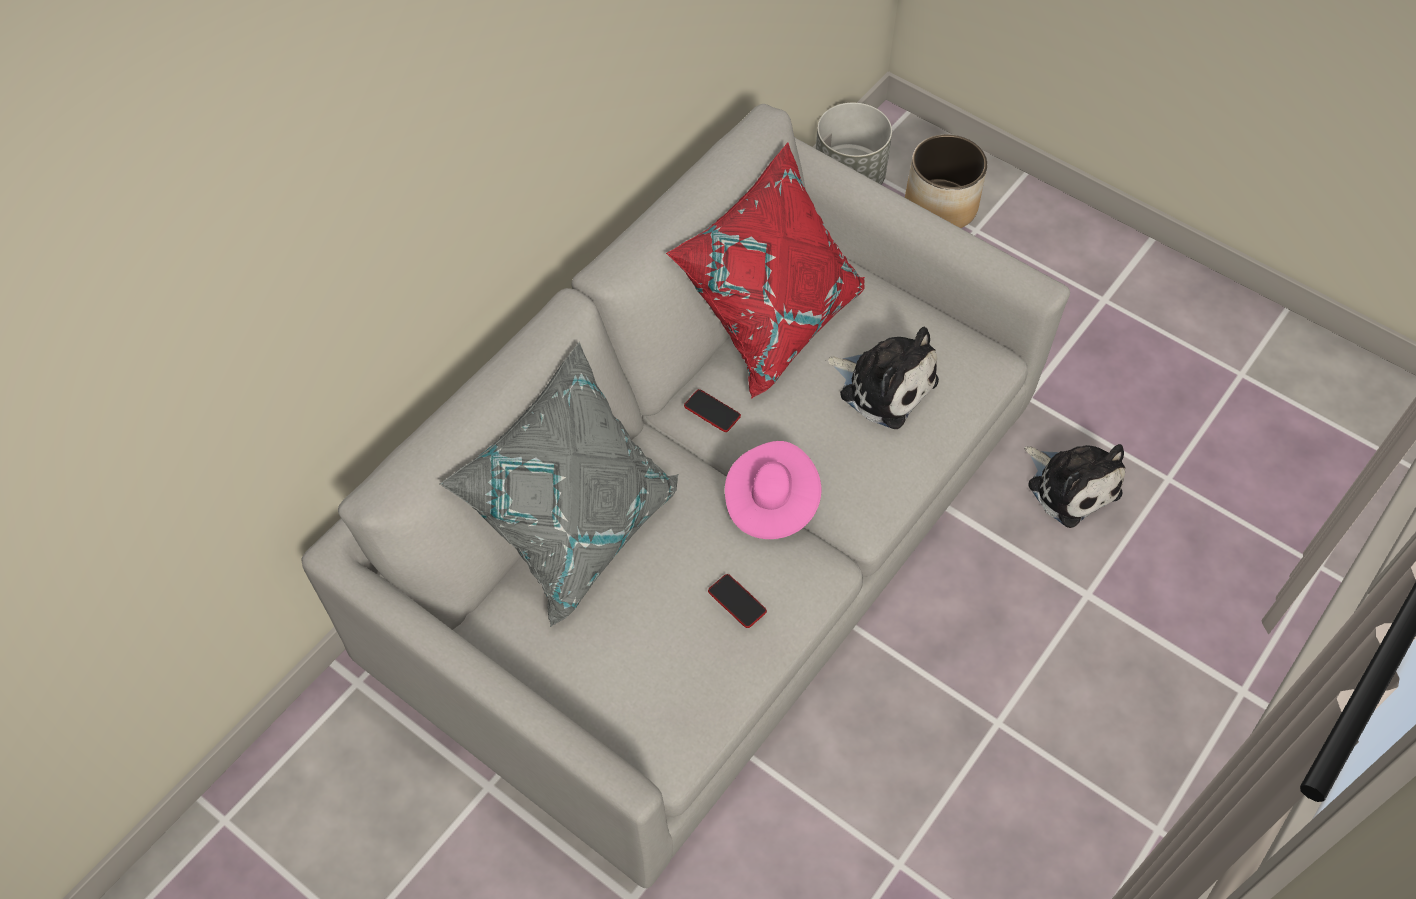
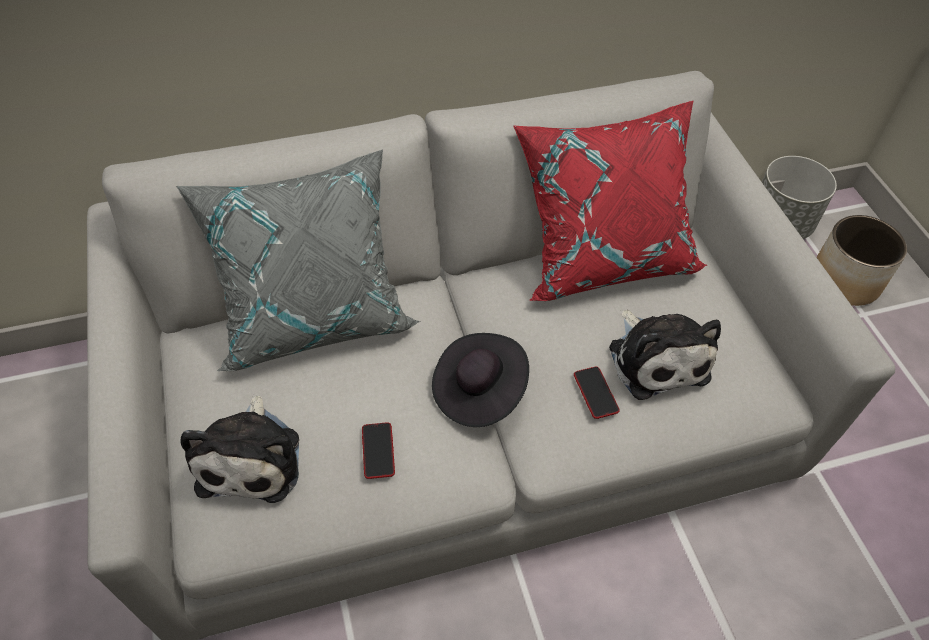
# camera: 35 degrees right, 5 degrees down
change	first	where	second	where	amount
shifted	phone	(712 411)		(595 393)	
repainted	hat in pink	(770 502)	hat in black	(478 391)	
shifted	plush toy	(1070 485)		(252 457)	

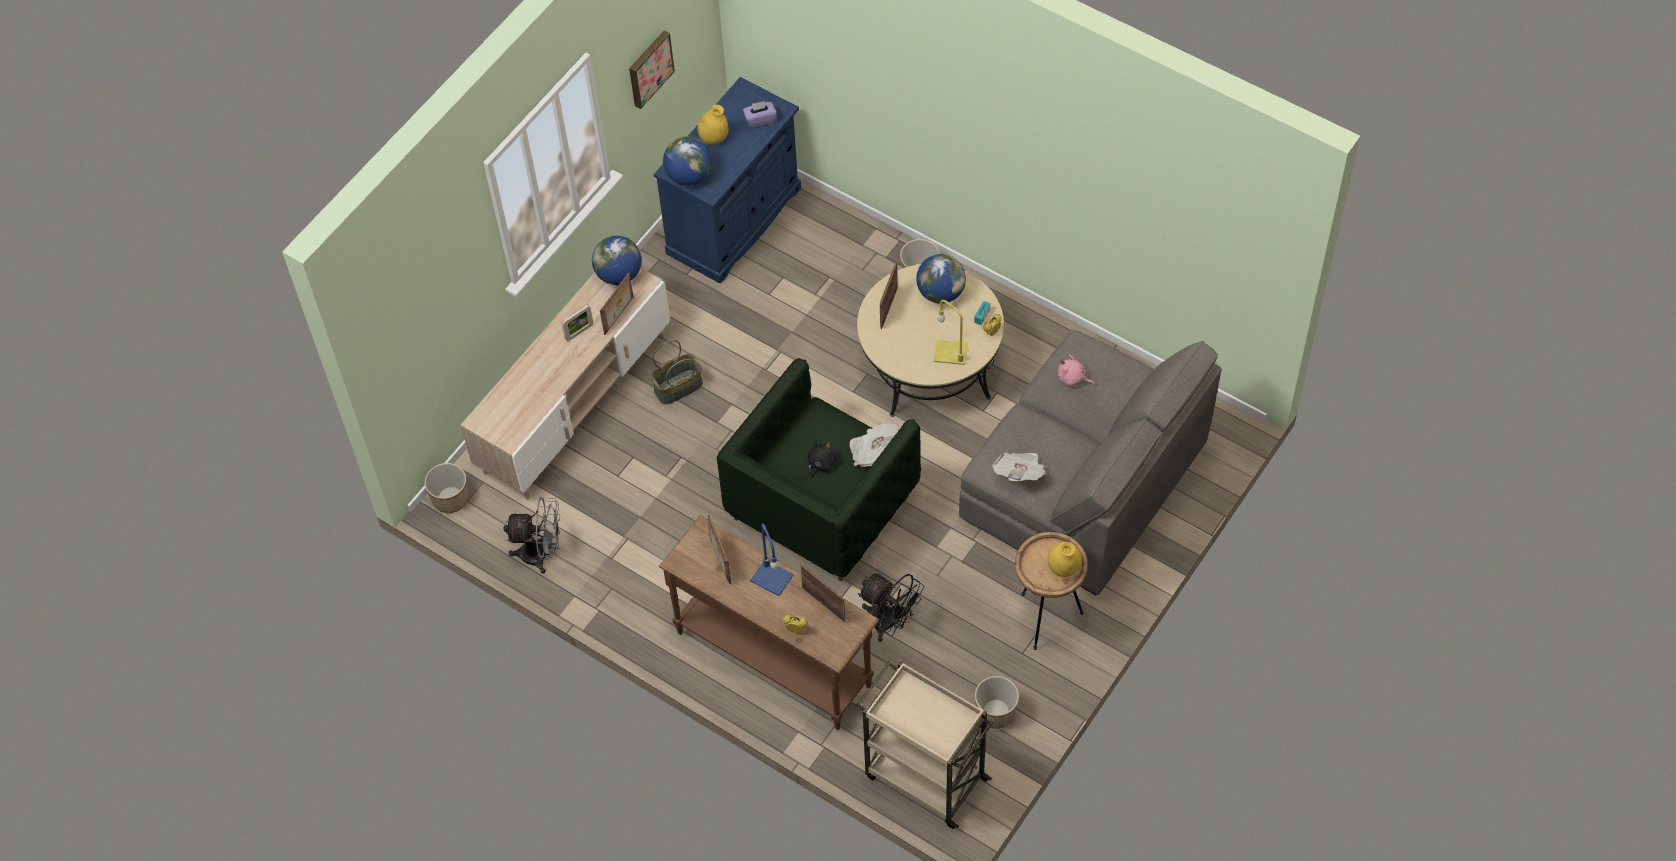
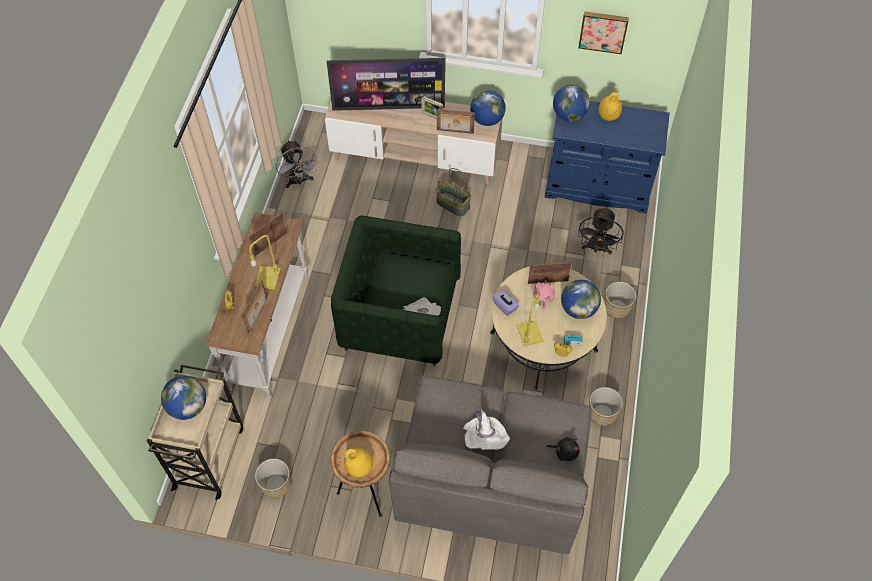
# camera: 65 degrees right, 0 degrees up
change	first	where	second	where	amount
shifted	planter	(451 498)		(602 414)	
repainted	console table in brown	(775 657)	console table in white	(271 332)	
shifted	tissue box in purple	(760 119)		(505 306)	
repainted	table lamp in blue	(770 578)	table lamp in yellow	(267 277)	
shifted	plush toy in black	(820 463)		(564 451)	
shifted	fan in black	(889 623)		(596 248)	
gone	newspaper	(1020 473)			
shifted	plush toy in pink	(1072 378)		(543 298)	
new			globe	(188 407)	
new			television	(388 107)	
new			hat in white	(484 439)	

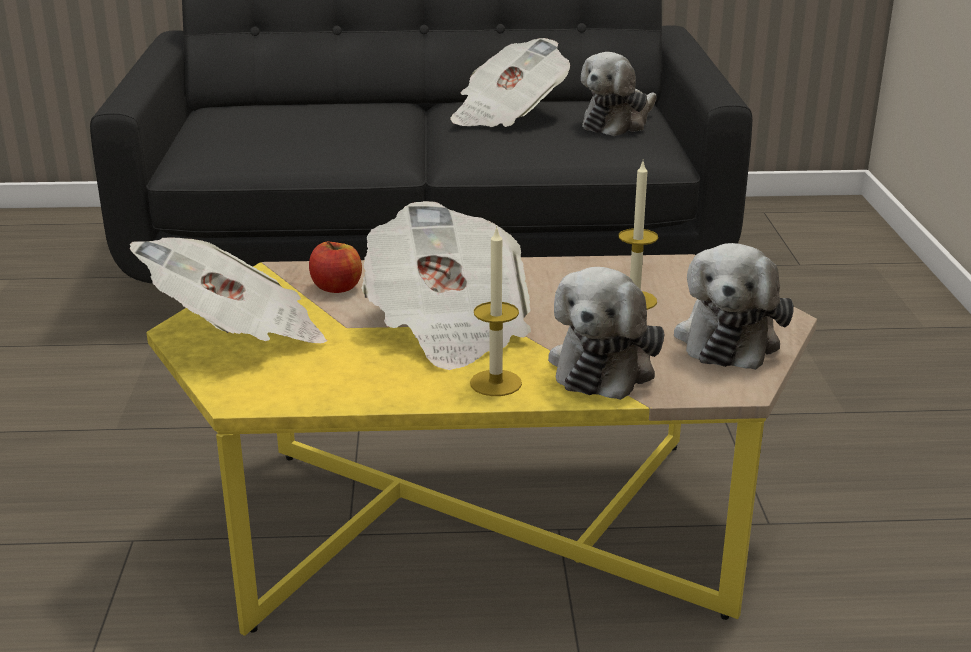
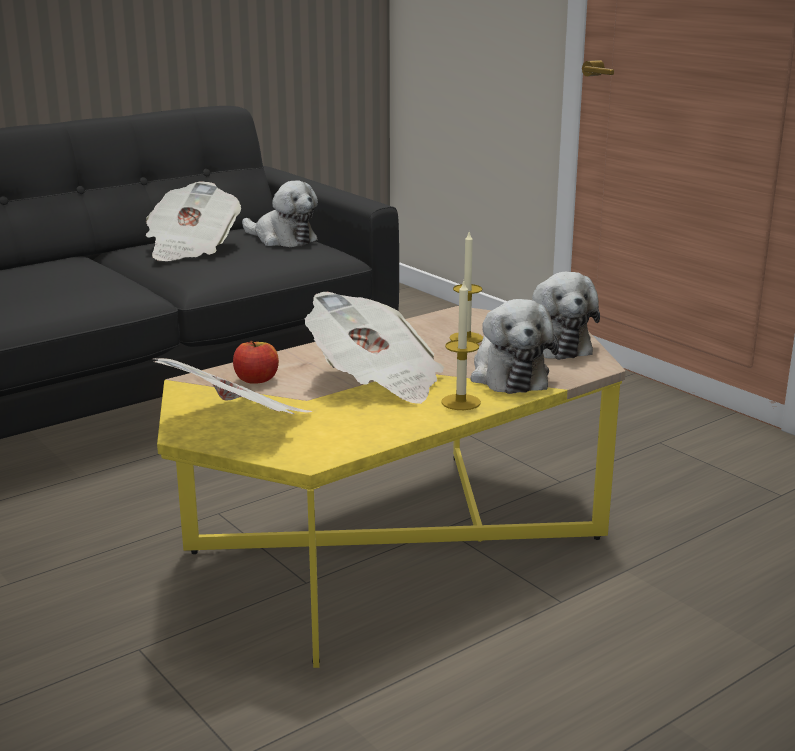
# camera: 35 degrees left, 5 degrees down
change	first	where	second	where	amount
rotated	plush toy	(618 123)		(282 239)	60 degrees counterclockwise

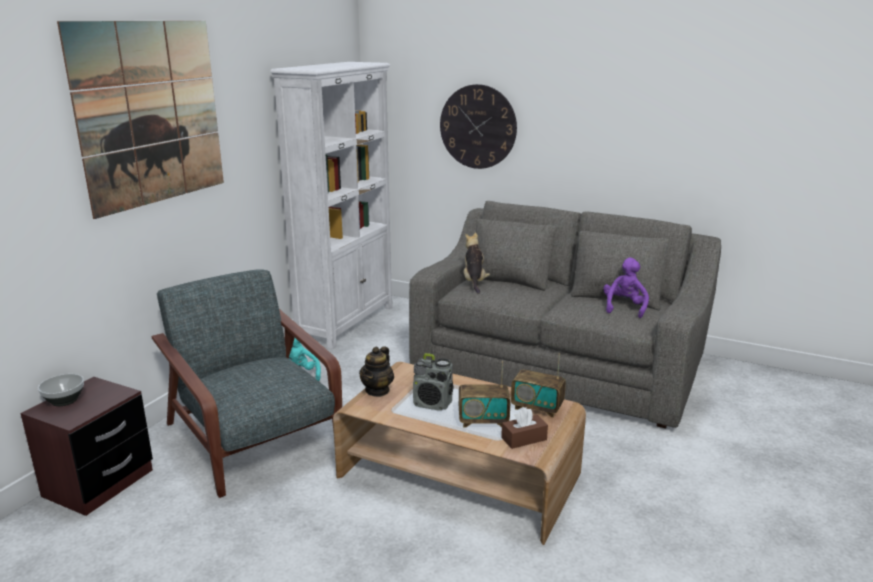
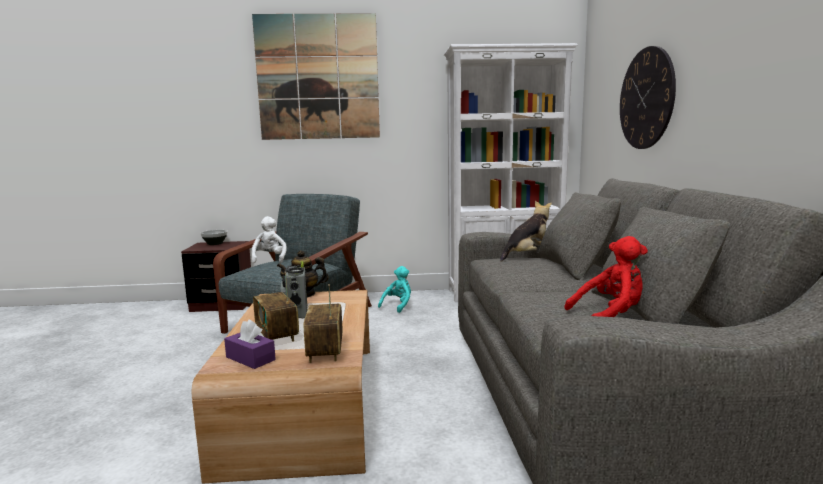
# camera: 60 degrees right, 10 degrees down
change	first	where	second	where	amount
repainted	tissue box in brown	(524 439)	tissue box in purple	(250 358)	
repainted	plush toy in purple	(624 308)	plush toy in red	(610 316)	
new			plush toy in white	(269 259)	

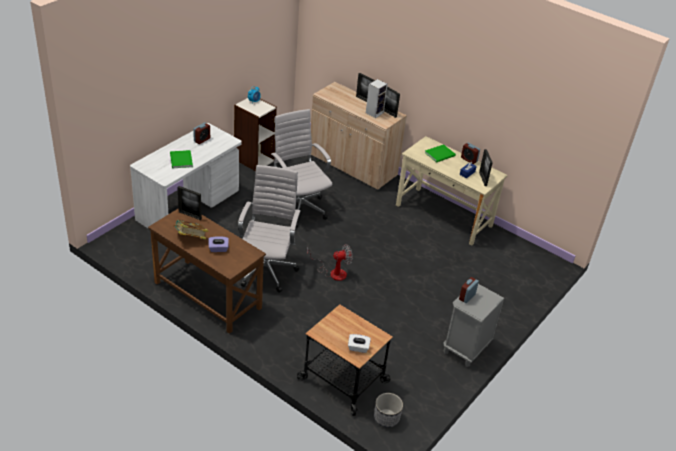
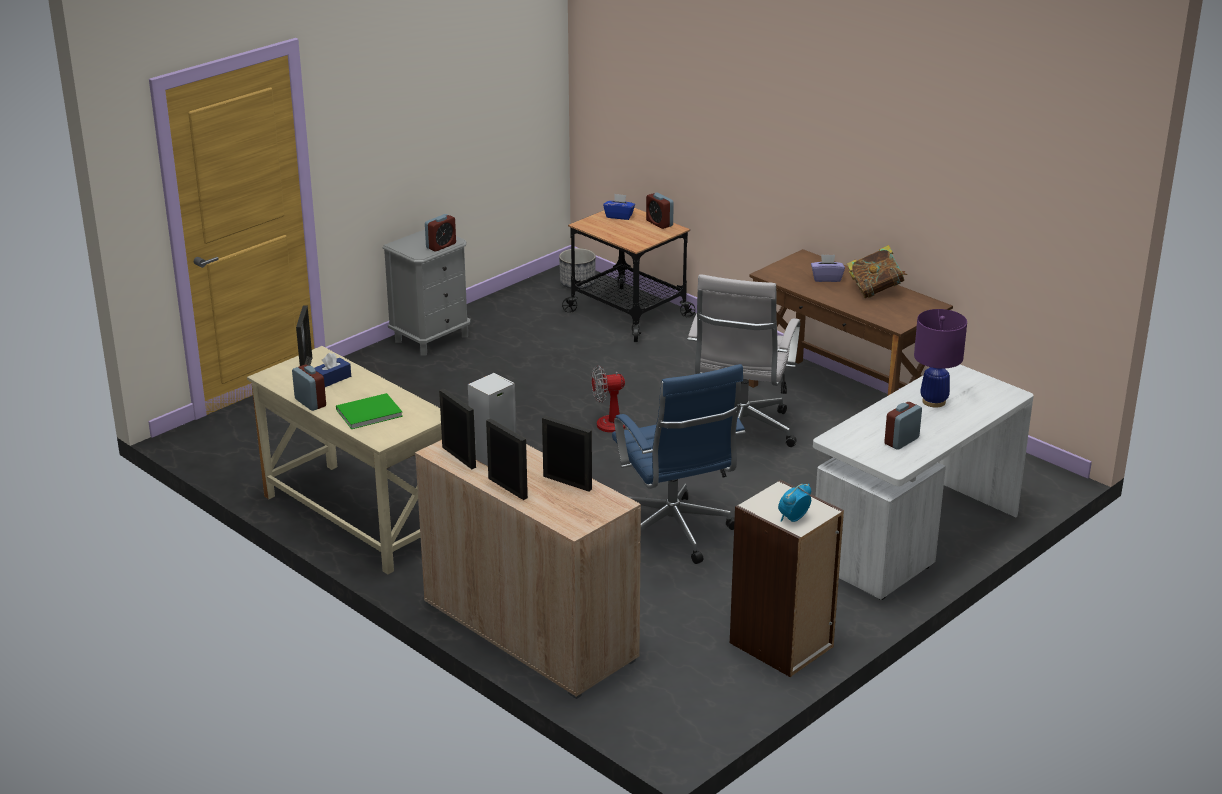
# camera: 170 degrees left, 10 degrees down
change	first	where	second	where	amount
swapped	book in green	(180 160)	table lamp in purple	(934 401)	
shifted	picture frame	(190 215)		(567 482)	
repainted	office chair in white	(299 208)	office chair in blue	(674 534)	
repainted	tissue box in white	(358 348)	tissue box in blue	(619 216)	
new			alarm clock	(659 223)	

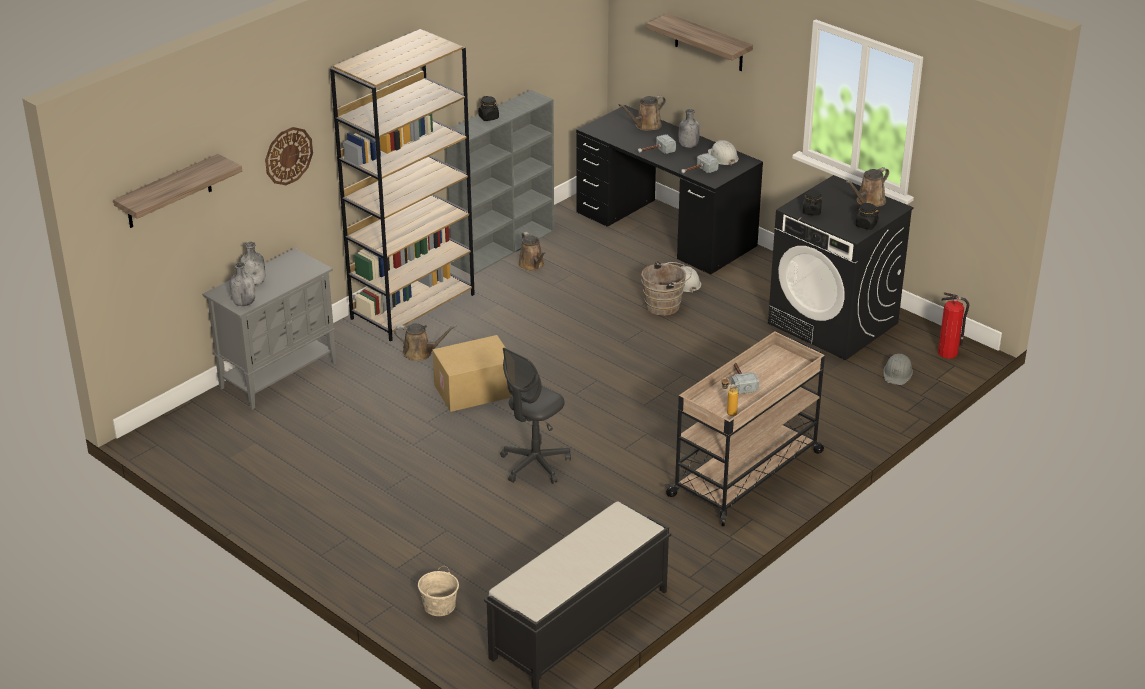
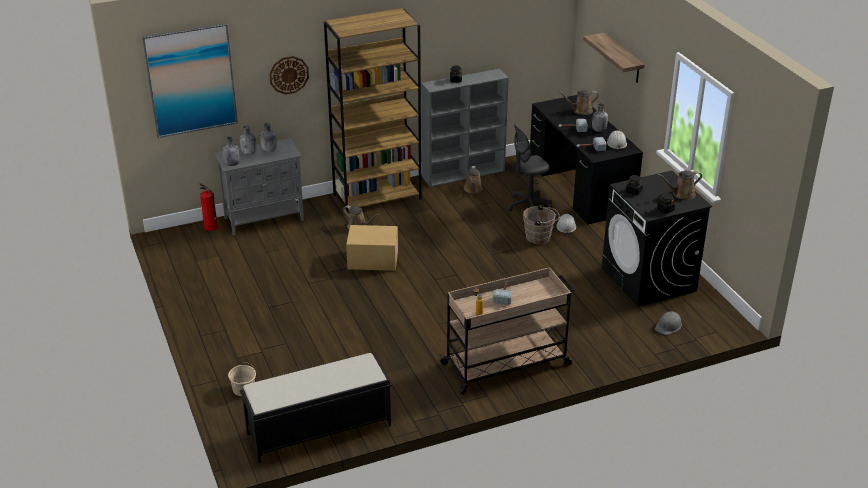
# camera: 25 degrees right, 0 degrees up
change	first	where	second	where	amount
swapped	shelf	(168 192)	picture	(191 80)	
shifted	office chair in grey	(535 465)		(528 205)	
shifted	fire extinguisher	(948 353)		(211 227)	
new			bottle in grey	(269 150)	

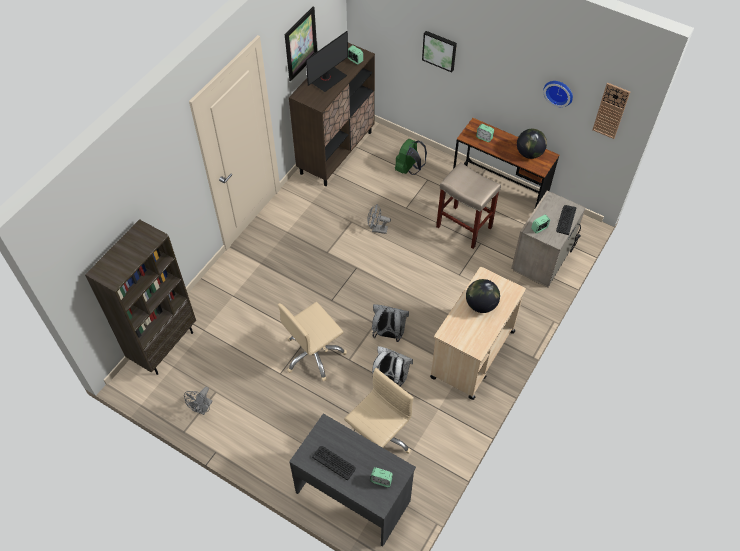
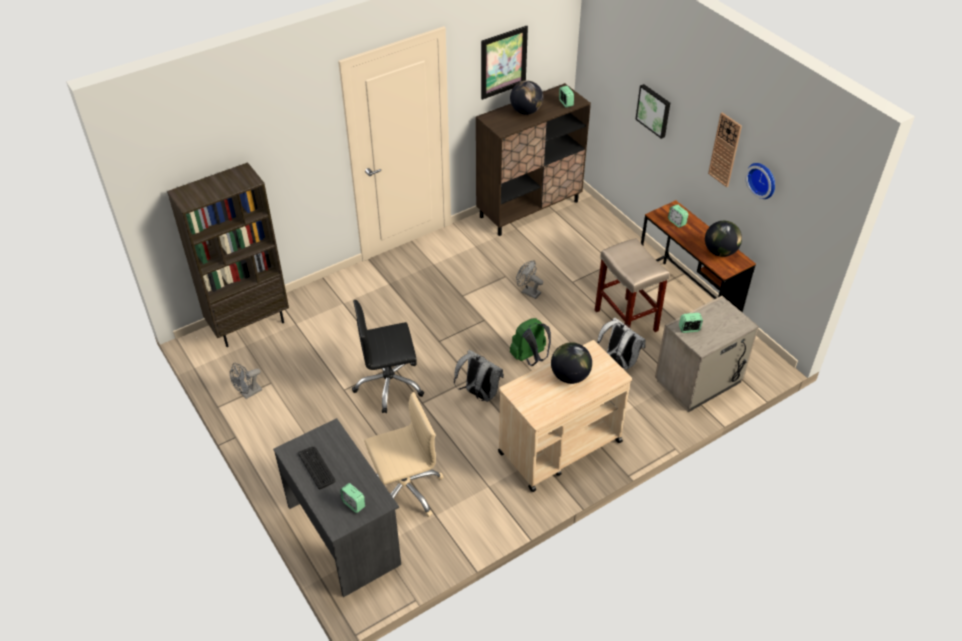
# camera: 25 degrees right, 10 degrees down
change	first	where	second	where	amount
repainted	office chair in beige	(314 354)	office chair in black	(389 385)	
swapped	monitor	(327 79)	globe	(526 111)	
shifted	backpack in white	(391 378)		(618 361)	
shifted	backpack in green	(409 169)		(530 357)	
gone	keyboard	(566 220)			
shifted	wall clock	(611 110)		(725 150)	

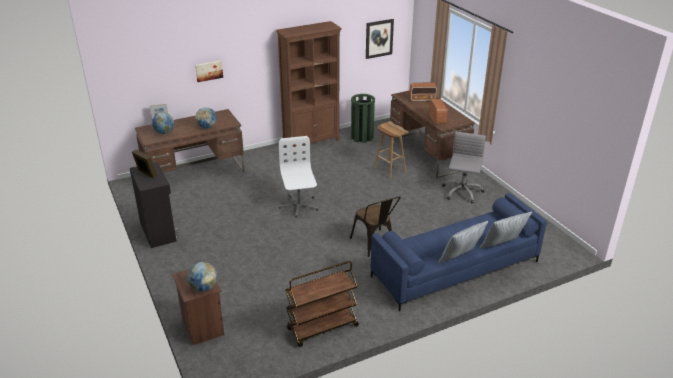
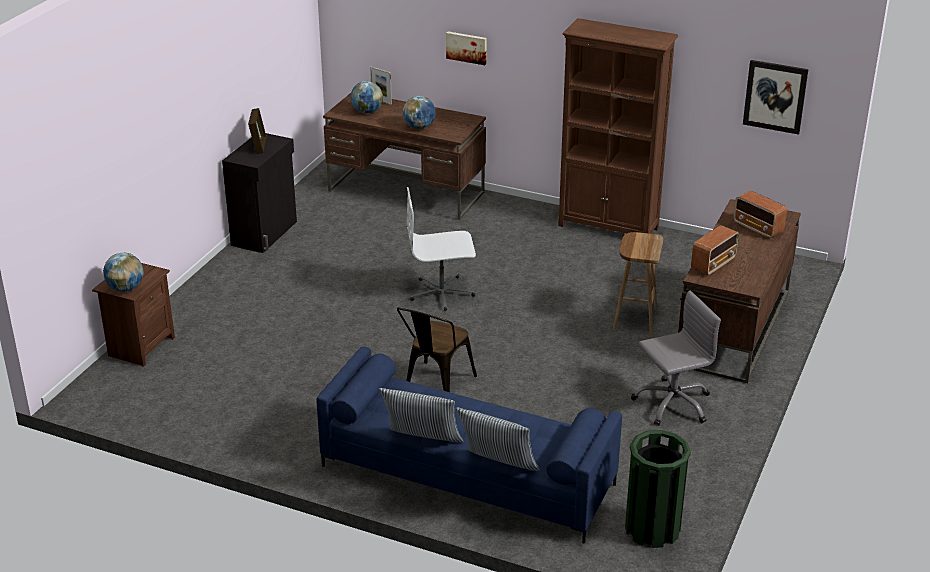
# camera: 50 degrees right, 0 degrees up
change	first	where	second	where	amount
rotated	office chair in white	(299 206)		(442 293)	135 degrees counterclockwise
gone	cart in brown	(322 328)			
shifted	trash can in green	(362 137)		(652 529)	

